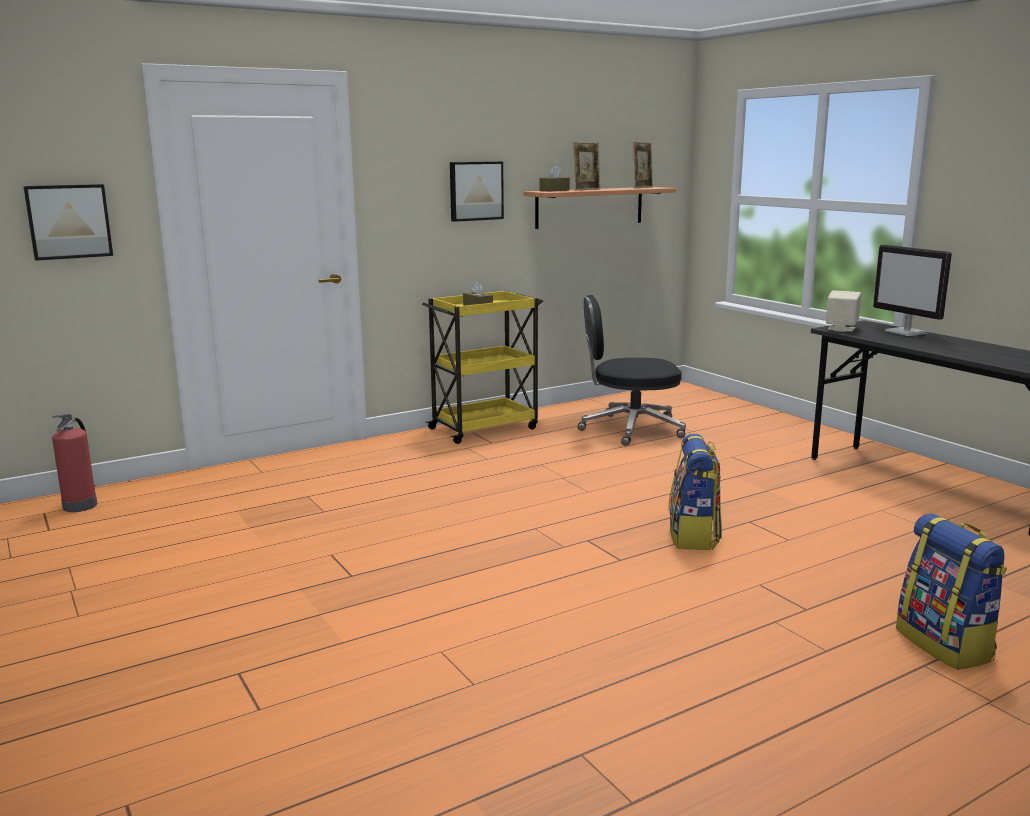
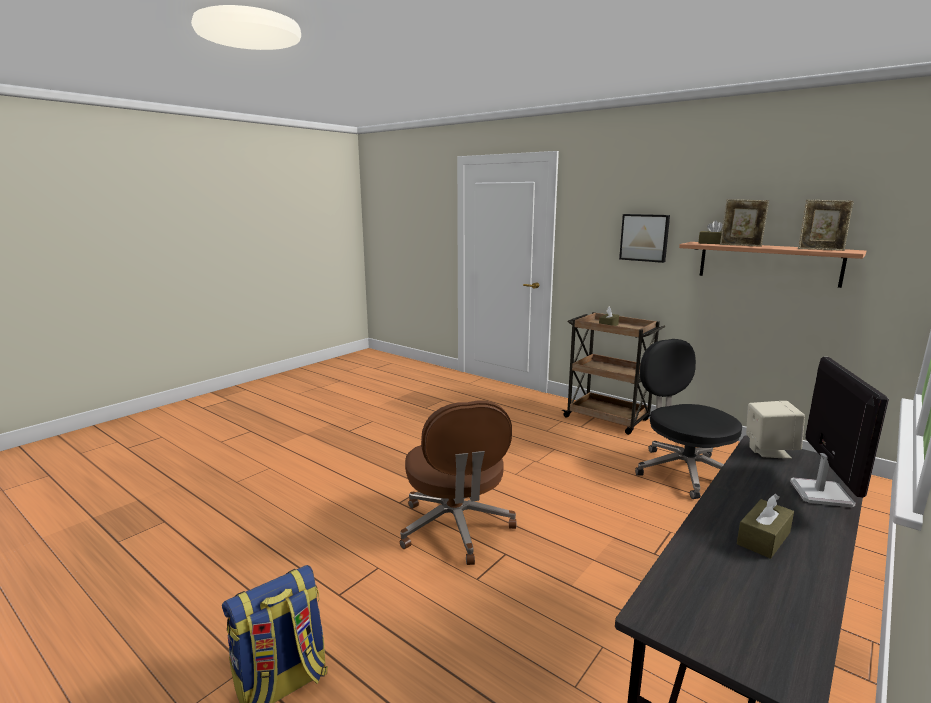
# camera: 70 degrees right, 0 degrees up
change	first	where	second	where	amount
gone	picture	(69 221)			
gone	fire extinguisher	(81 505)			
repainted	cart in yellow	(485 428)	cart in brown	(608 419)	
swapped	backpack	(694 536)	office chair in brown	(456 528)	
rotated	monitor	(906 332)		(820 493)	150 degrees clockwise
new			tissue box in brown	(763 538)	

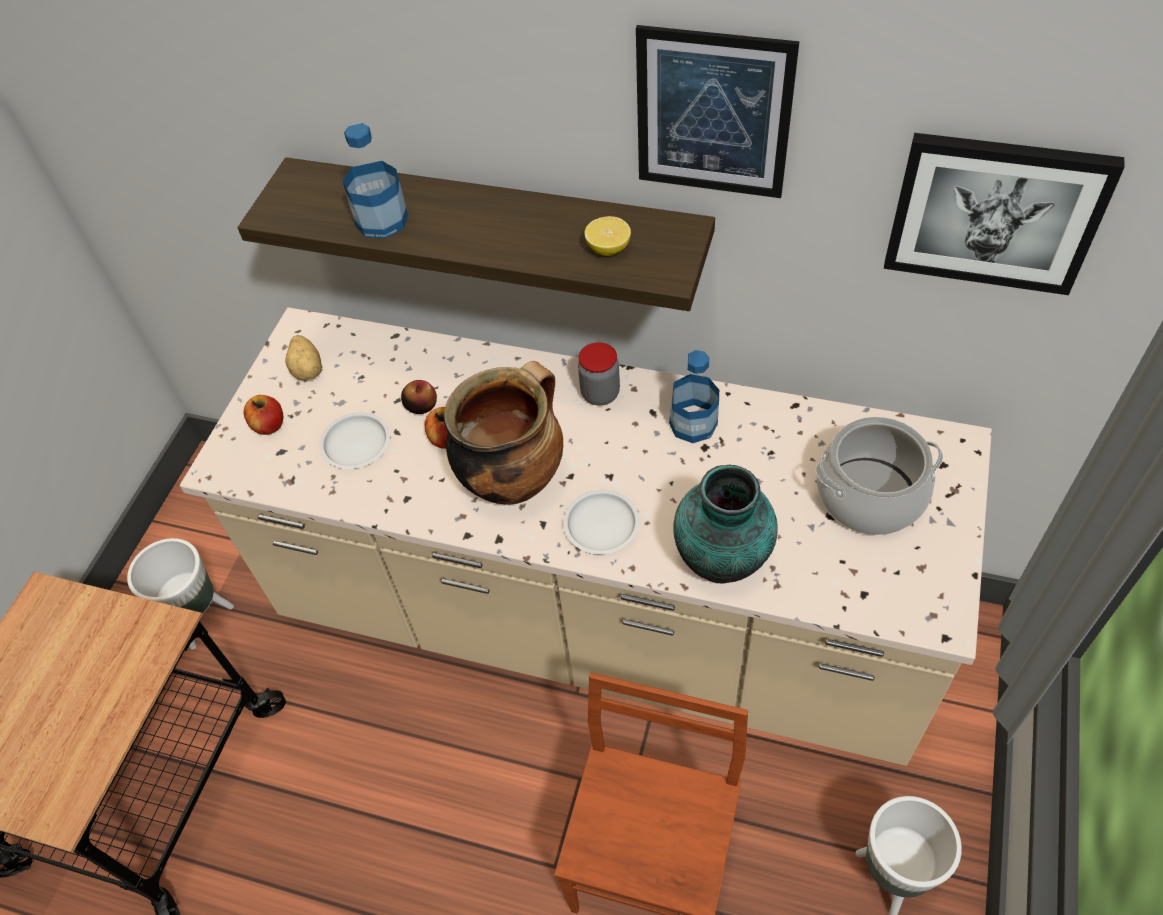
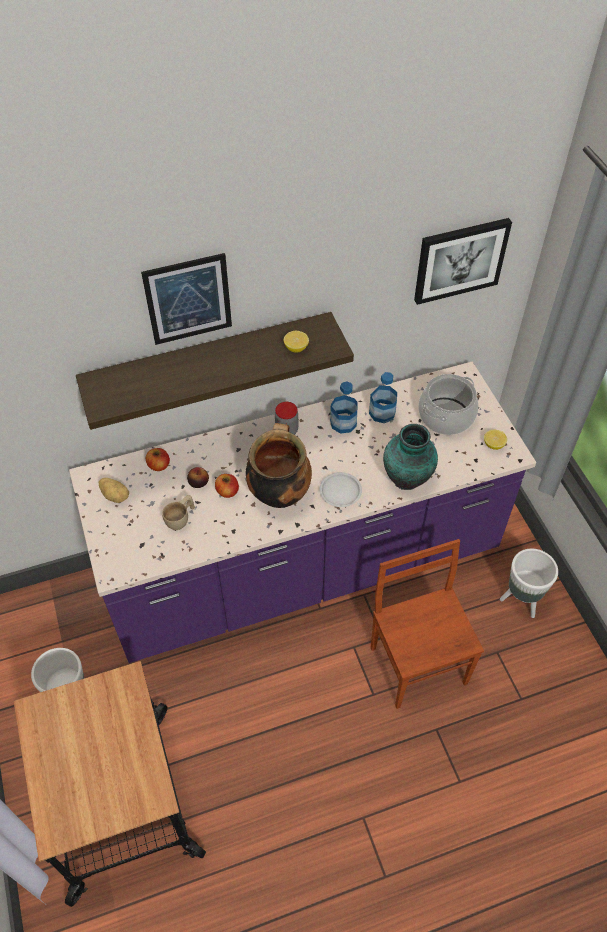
# camera: 40 degrees left, 0 degrees up
change	first	where	second	where	amount
repainted	counter in beige	(598 620)	counter in purple	(303 566)	
shifted	apple	(269 425)		(159 465)	
swapped	plate in white	(356 444)	cup in beige	(181 519)	
shifted	bottle	(382 221)		(382 413)	
shifted	picture	(713 114)		(188 299)	
new			lemon	(493 445)	

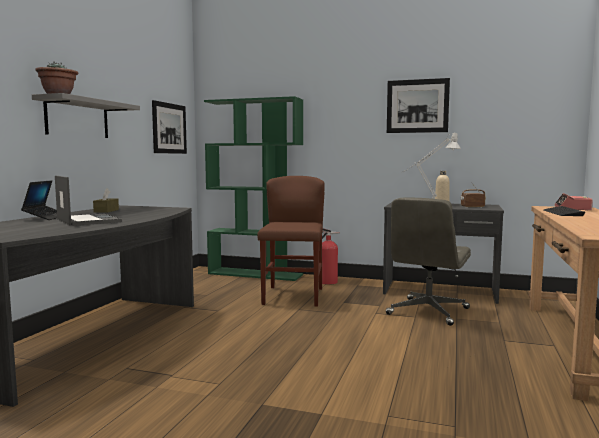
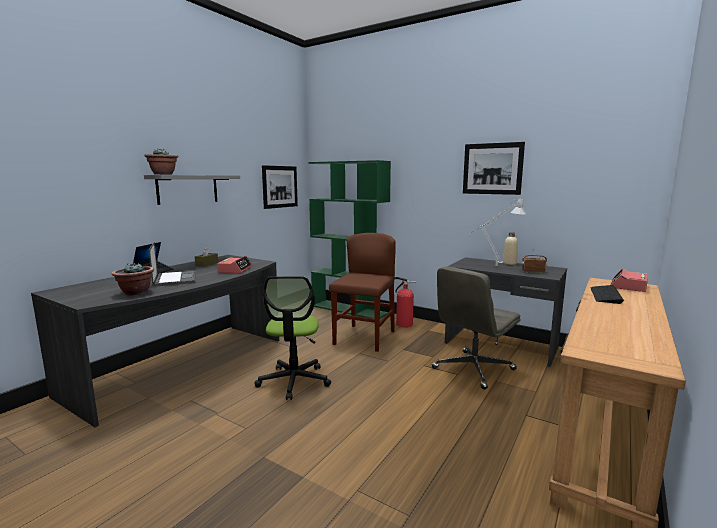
# camera: 15 degrees right, 5 degrees up
change	first	where	second	where	amount
new			potted plant	(135 292)	
new			alarm clock	(235 270)	
new			office chair	(294 381)	

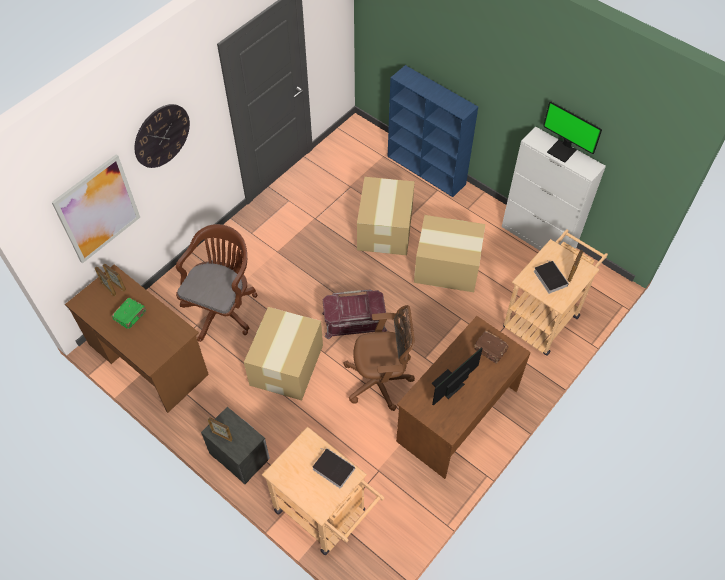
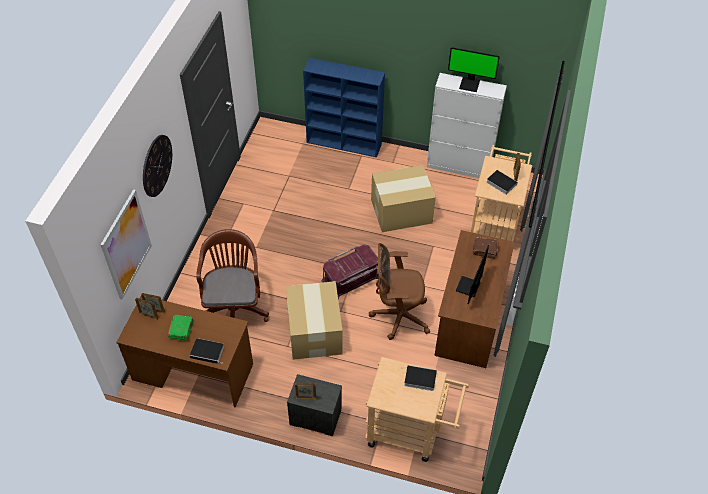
# camera: 25 degrees left, 5 degrees down
change	first	where	second	where	amount
rotated	office chair in brown	(380 382)		(397 316)	150 degrees counterclockwise
gone	cardboard box	(385 228)			
new			book	(208 352)	

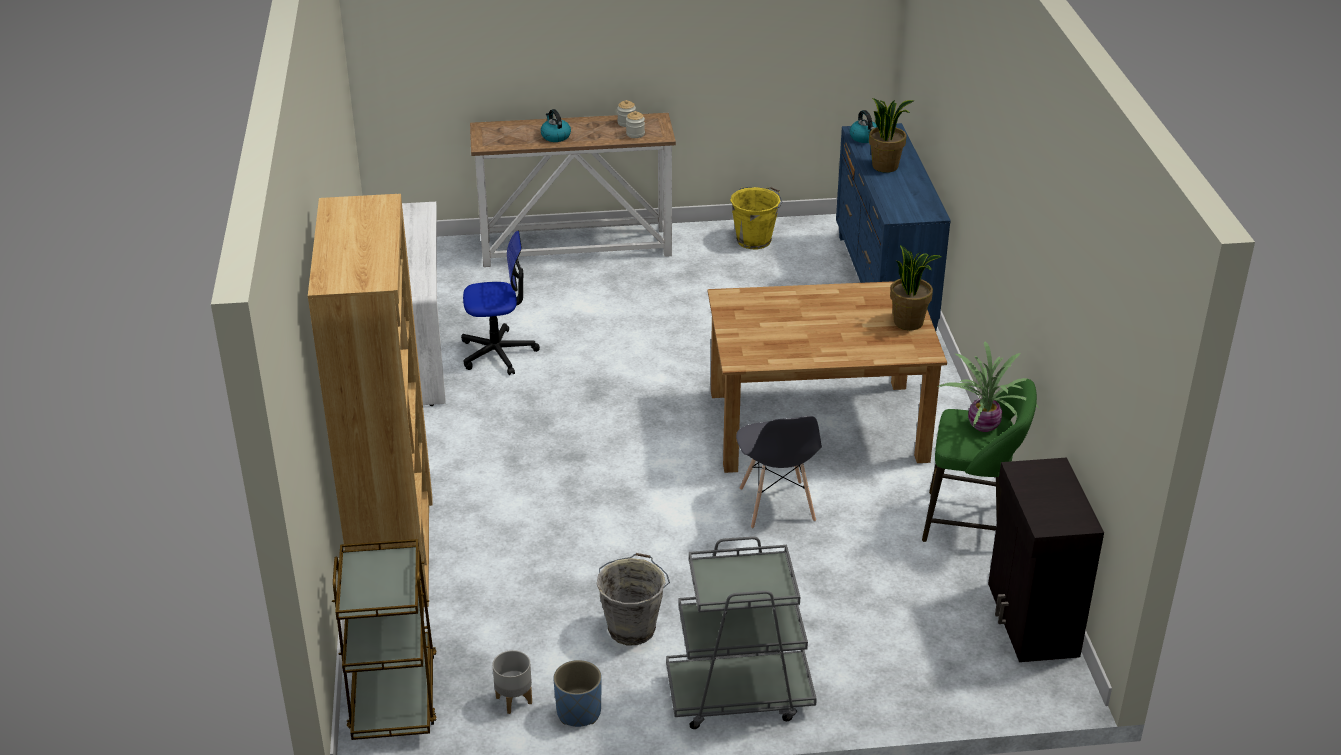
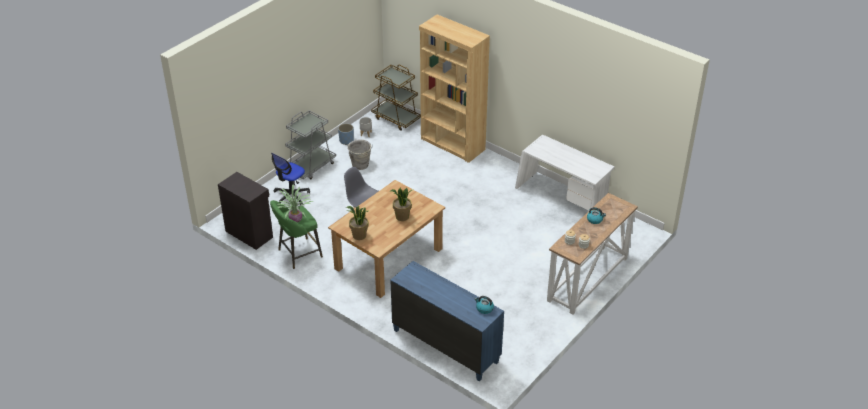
# camera: 135 degrees right, 5 degrees up
change	first	where	second	where	amount
shifted	office chair	(498 353)		(291 195)	
gone	bucket in yellow	(755 240)			
shifted	potted plant	(885 166)		(402 217)	

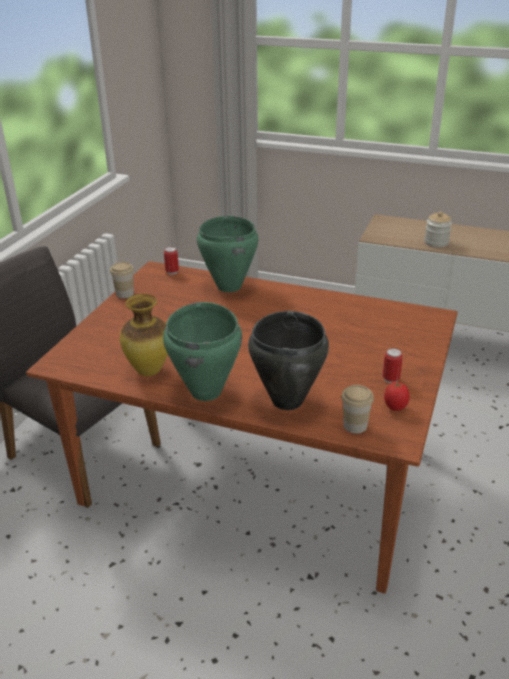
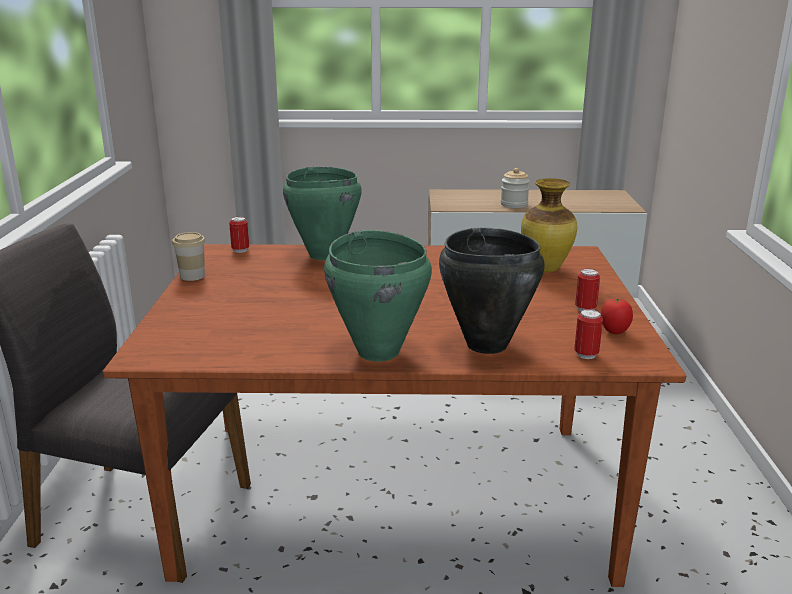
# camera: 20 degrees left, 10 degrees down
change	first	where	second	where	amount
shifted	vase	(149 371)		(546 269)	
swapped	cup	(355 425)	can	(586 354)	

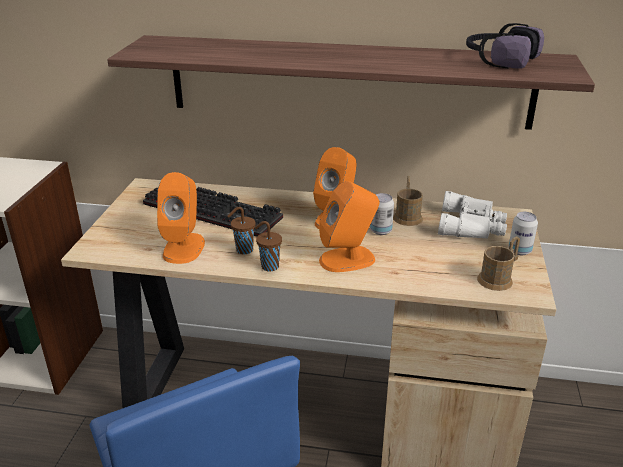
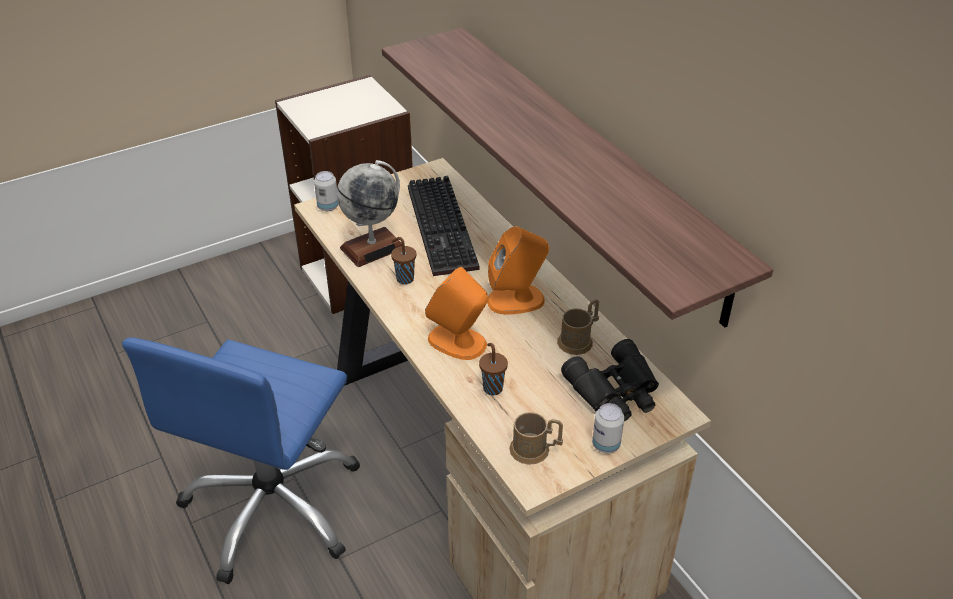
# camera: 50 degrees right, 10 degrees up
change	first	where	second	where	amount
swapped	speaker in orange	(184 247)	globe	(372 247)	
shifted	cup in brown	(269 266)		(492 387)	
shifted	can	(381 231)		(328 207)	
repainted	binoculars in white	(472 225)	binoculars in black	(616 391)	
gone	headphones	(499 60)			

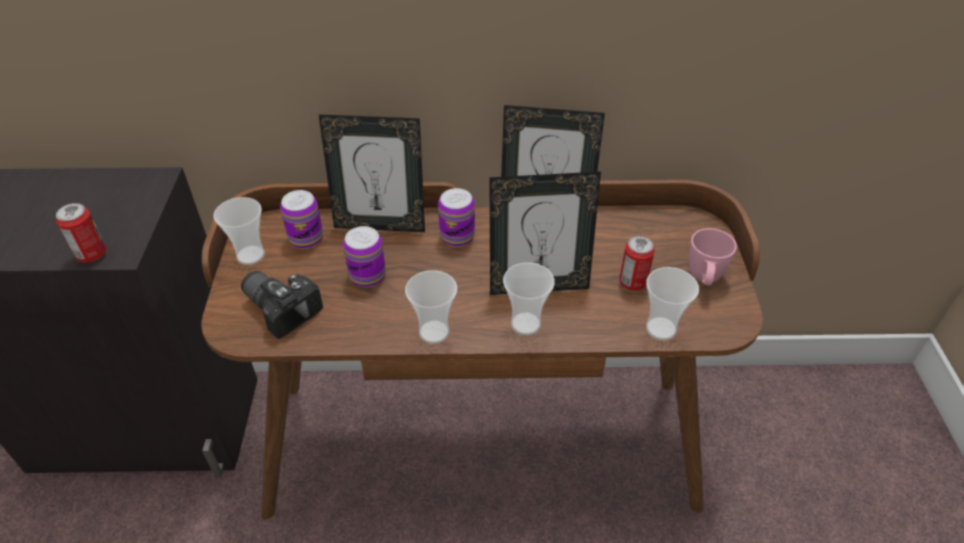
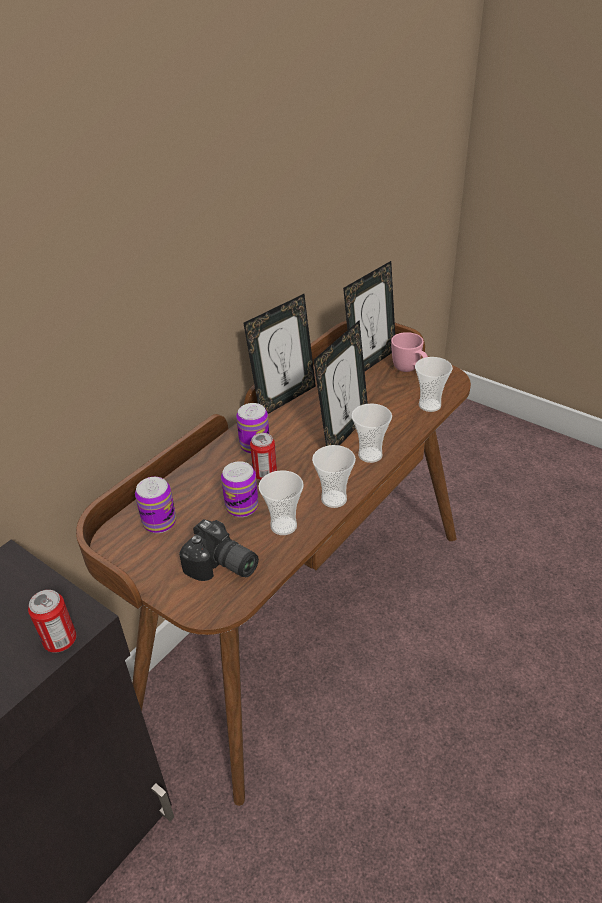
# camera: 50 degrees left, 5 degrees down
change	first	where	second	where	amount
shifted	cup	(250 255)		(283 525)	
rotated	photo camera	(282 307)		(221 567)	135 degrees counterclockwise
shifted	picture frame	(380 225)		(370 362)	
shifted	can	(632 283)		(265 474)	

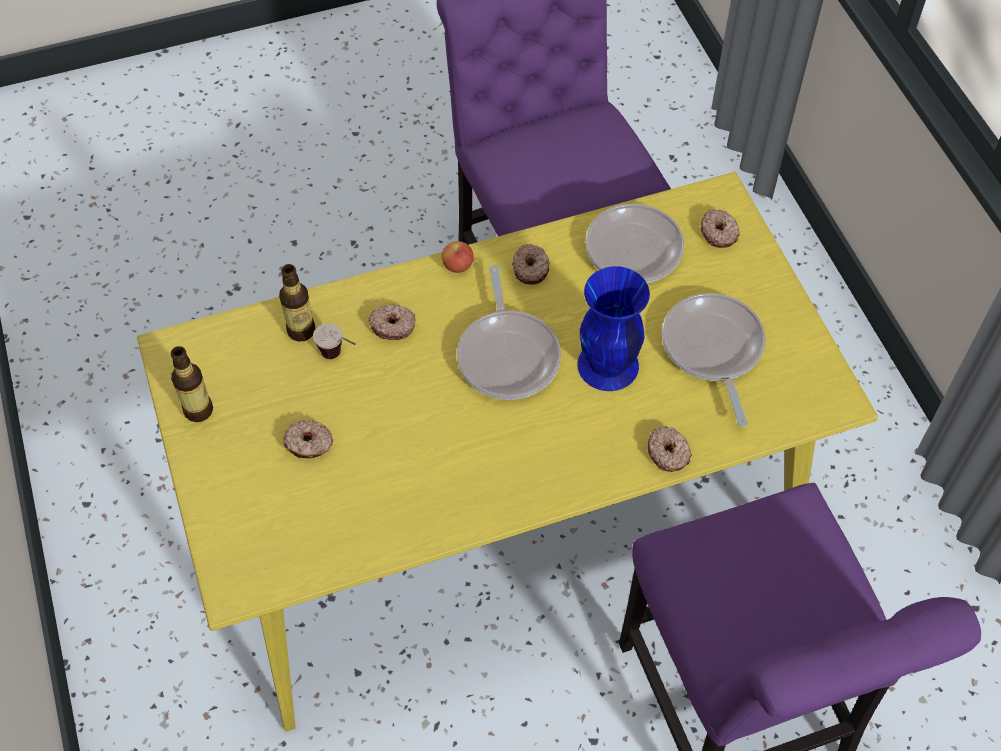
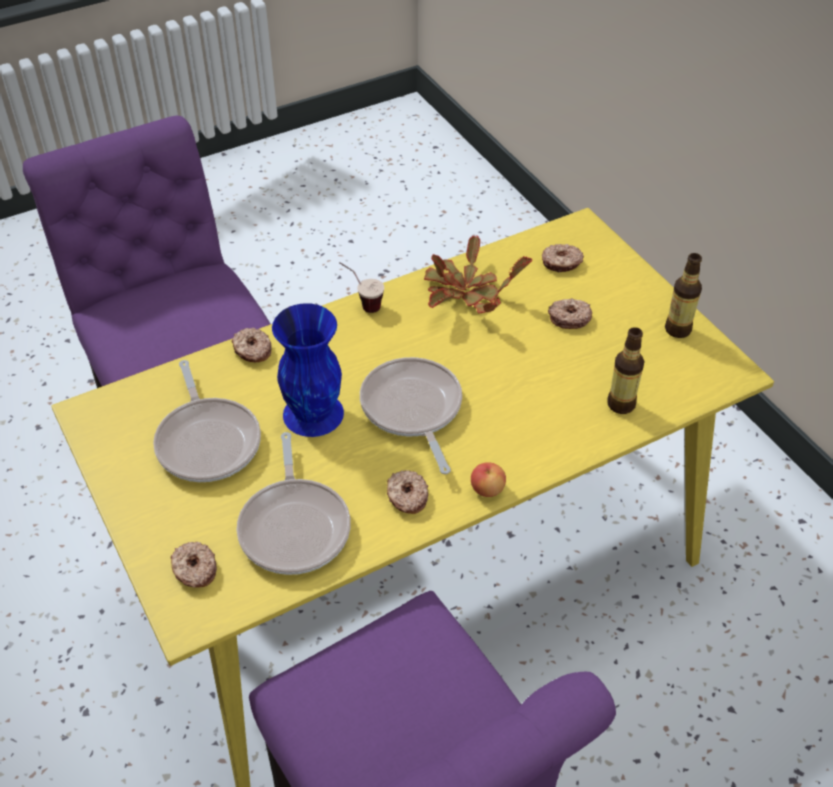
# camera: 170 degrees right, 10 degrees down
change	first	where	second	where	amount
shifted	cup	(339 357)		(362 303)	
shifted	donut	(392 325)		(561 263)	
new			potted plant	(465 293)	

